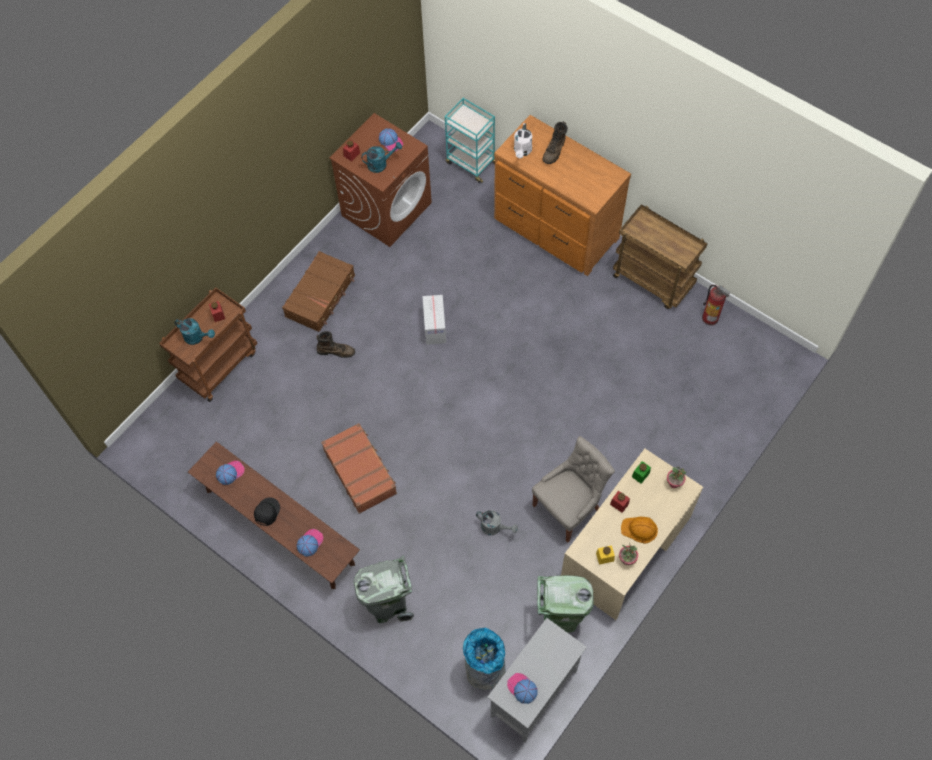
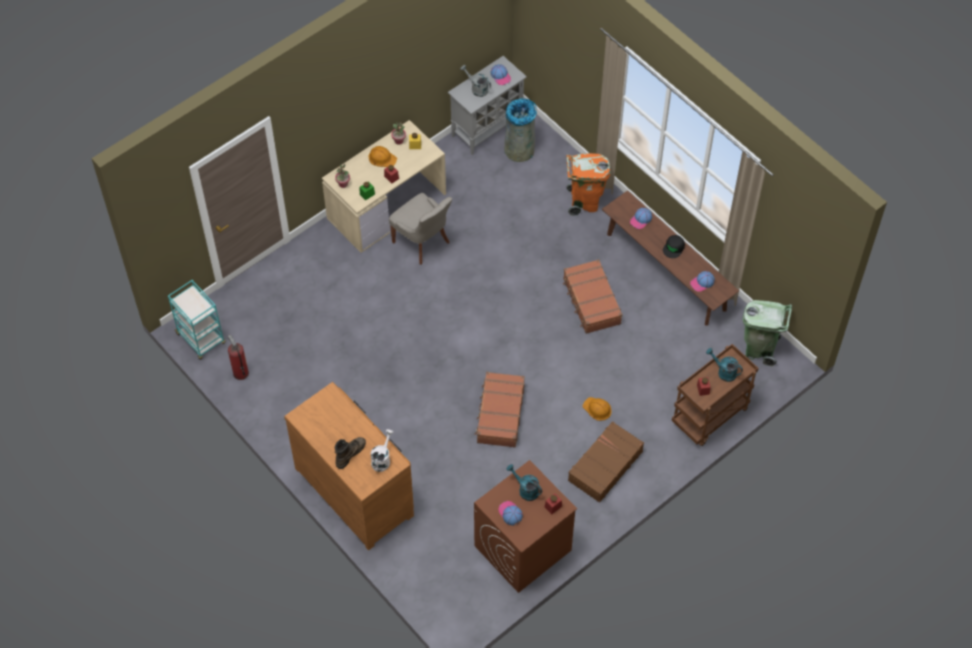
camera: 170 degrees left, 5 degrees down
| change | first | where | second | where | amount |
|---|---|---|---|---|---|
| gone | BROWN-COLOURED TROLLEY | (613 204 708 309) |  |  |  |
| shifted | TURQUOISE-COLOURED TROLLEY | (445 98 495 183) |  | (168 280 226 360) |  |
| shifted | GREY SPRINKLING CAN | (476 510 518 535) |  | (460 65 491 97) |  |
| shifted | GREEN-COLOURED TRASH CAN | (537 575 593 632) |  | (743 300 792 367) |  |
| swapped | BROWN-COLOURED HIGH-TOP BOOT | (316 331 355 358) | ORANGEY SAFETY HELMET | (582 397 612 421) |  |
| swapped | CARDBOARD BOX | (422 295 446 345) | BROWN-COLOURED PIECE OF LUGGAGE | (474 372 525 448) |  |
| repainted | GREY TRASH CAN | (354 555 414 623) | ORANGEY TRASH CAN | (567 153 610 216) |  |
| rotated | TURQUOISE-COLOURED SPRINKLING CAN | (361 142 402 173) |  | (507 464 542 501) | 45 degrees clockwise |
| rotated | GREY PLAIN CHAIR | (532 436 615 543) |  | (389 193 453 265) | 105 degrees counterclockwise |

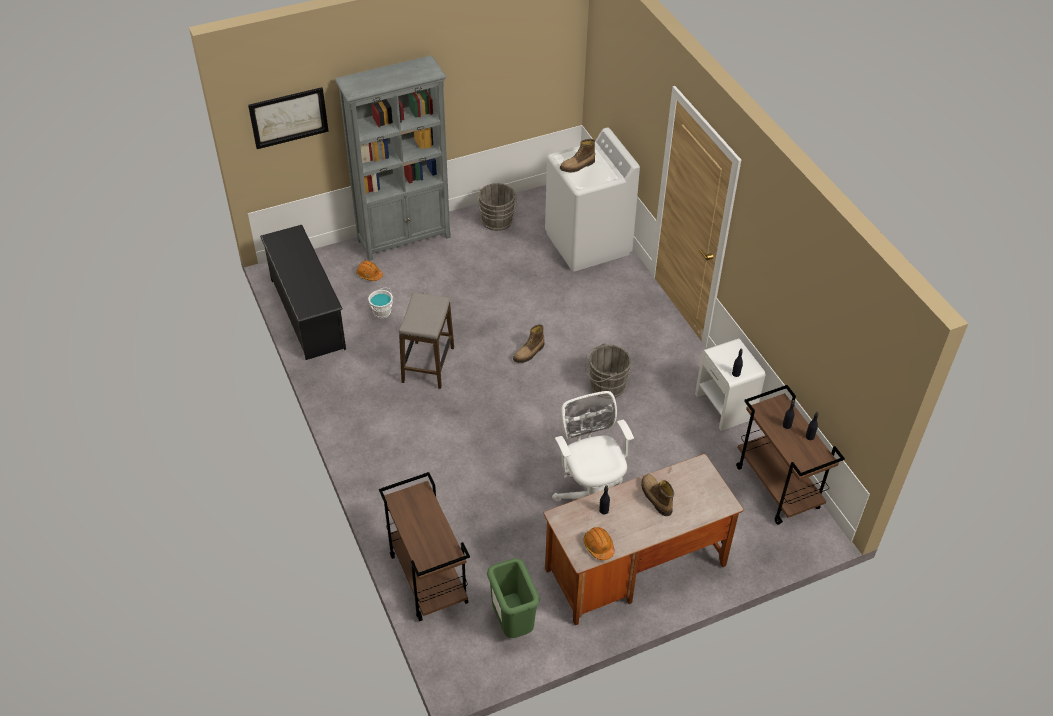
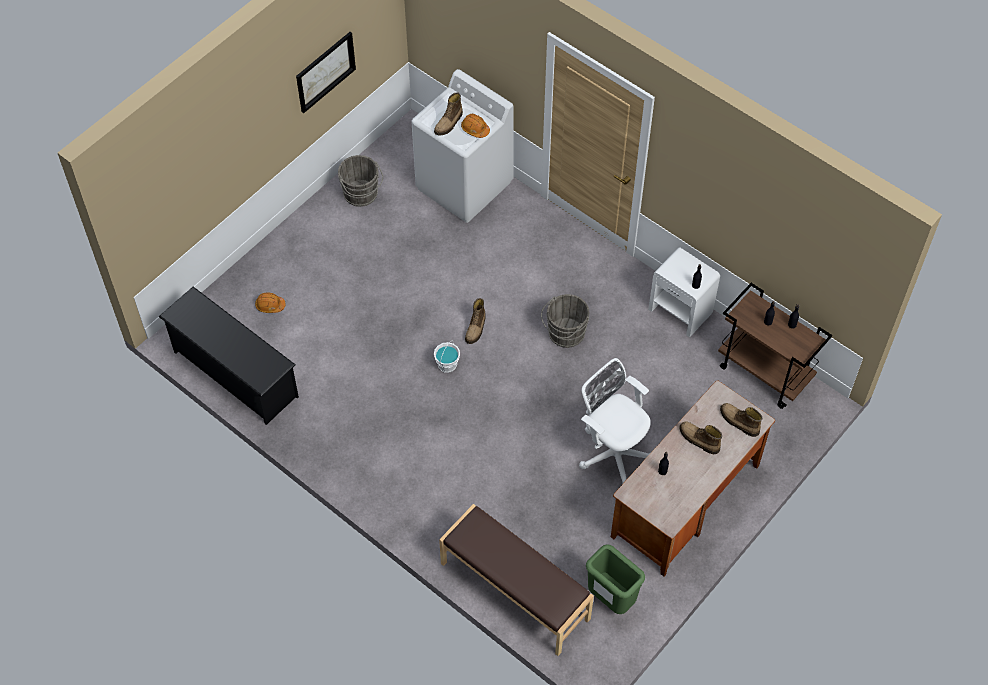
camera: 25 degrees left, 10 degrees up
| change | first | where | second | where | amount |
|---|---|---|---|---|---|
| gone | GREY BOOKSHELF | (335 55 451 261) |  |  |  |
| gone | SITTING STOOL | (399 293 454 389) |  |  |  |
| new |  |  | HIGH-TOP BOOT | (720 403 762 437) |  |
| shifted | PICTURE | (248 87 329 149) |  | (296 32 356 113) |  |
| shifted | WHITE-COLOURED WATER BUCKET | (368 288 393 318) |  | (434 340 460 373) |  |
| shifted | ORANGEY SAFETY HELMET | (583 527 615 560) |  | (461 114 490 138) |  |
| swapped | BROWN-COLOURED TROLLEY | (379 472 470 621) | BROWN-COLOURED INDOOR BENCH | (439 504 594 656) |  |

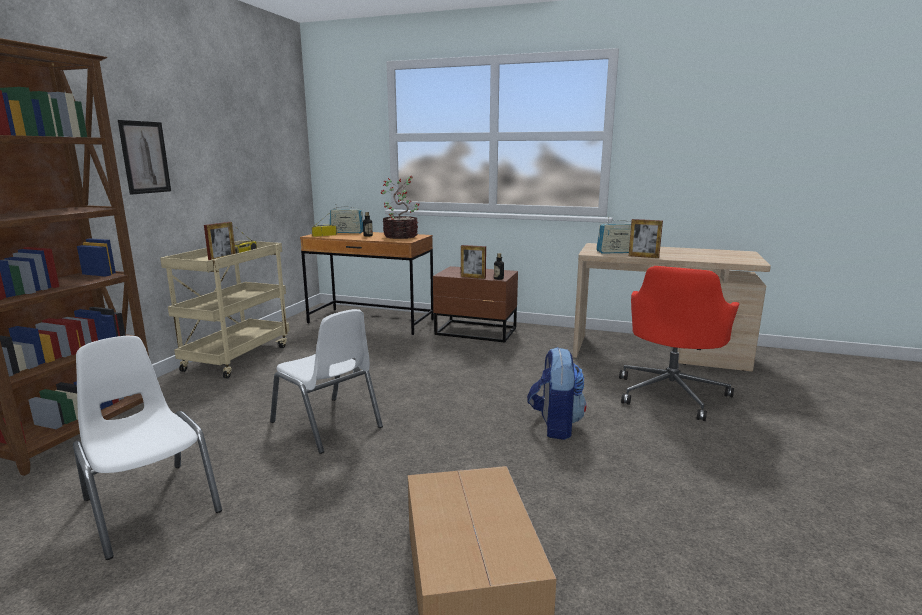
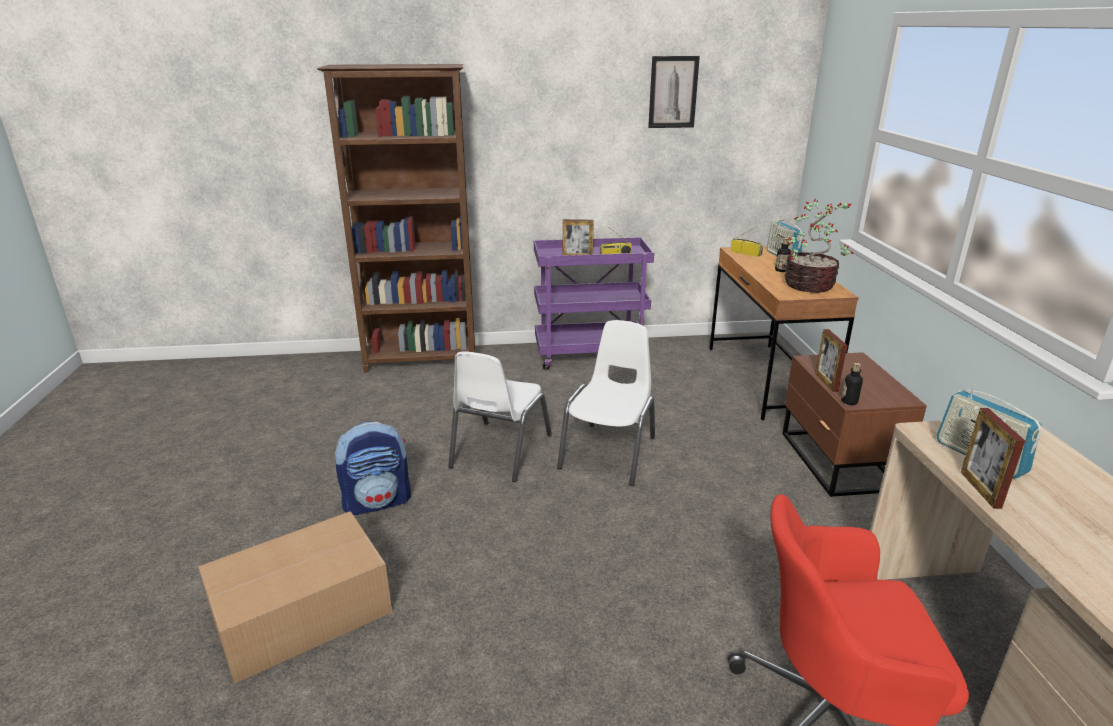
camera: 65 degrees right, 10 degrees up
| change | first | where | second | where | amount |
|---|---|---|---|---|---|
| shifted | WHITE-COLOURED PLAIN CHAIR | (73 336 222 560) |  | (557 320 655 486) |  |
| shifted | PICTURE | (118 120 171 195) |  | (648 56 700 128) |  |
| shifted | BACKPACK | (527 347 586 440) |  | (335 421 411 515) |  |
| repainted | BEIGE-COLOURED TROLLEY | (160 240 290 379) | PURPLISH TROLLEY | (534 237 654 370) |  |

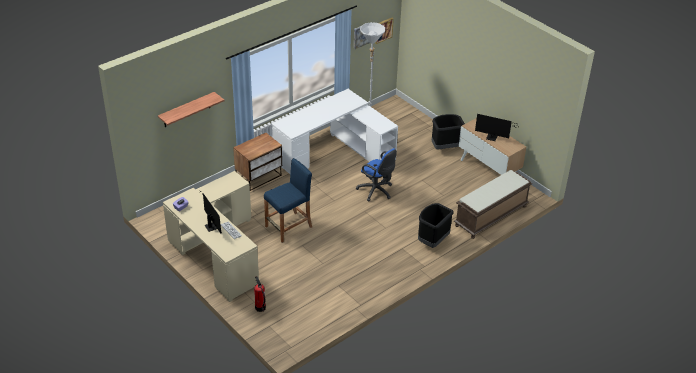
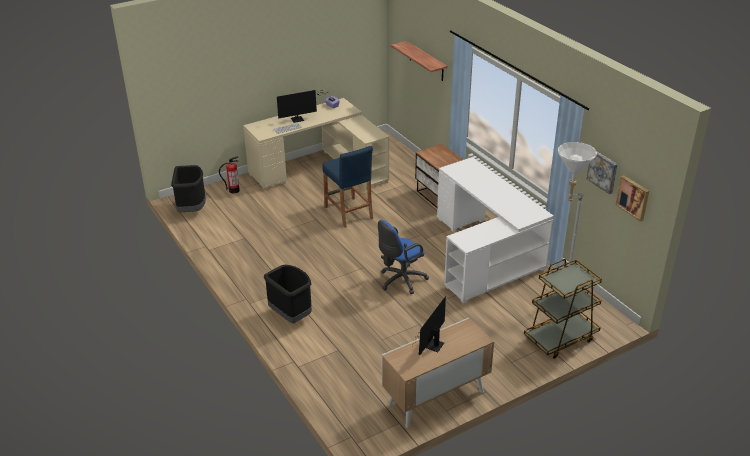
camera: 100 degrees right, 5 degrees down
| change | first | where | second | where | amount |
|---|---|---|---|---|---|
| gone | BROWN-COLOURED INDOOR BENCH | (454 170 532 239) |  |  |  |
| new |  |  | BROWN-COLOURED TROLLEY | (524 259 602 359) |  |
| shifted | BLACKISH TRASH CAN | (432 114 465 149) |  | (171 165 206 212) |  |

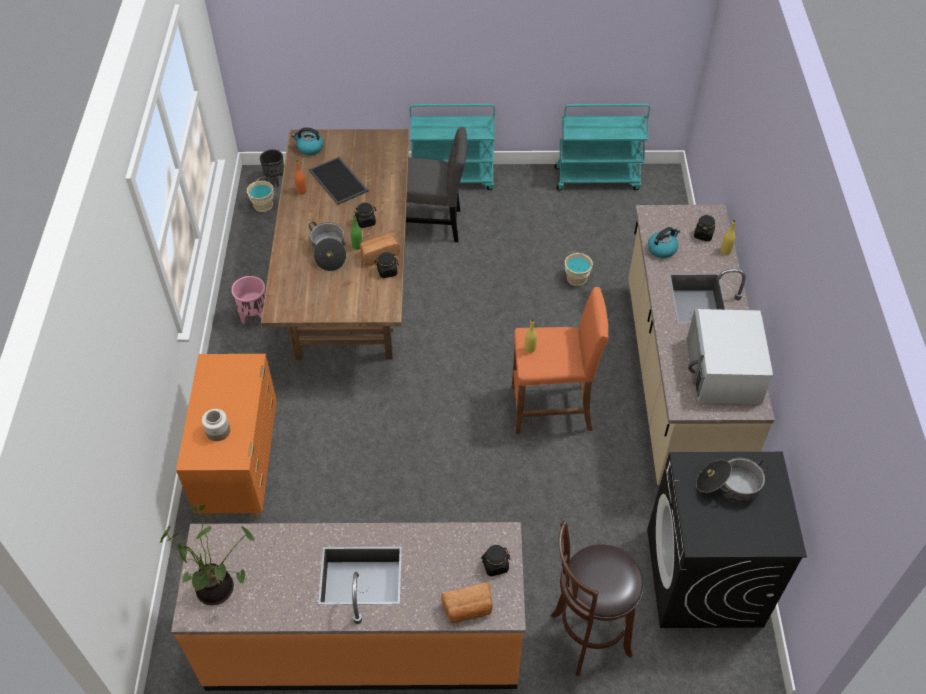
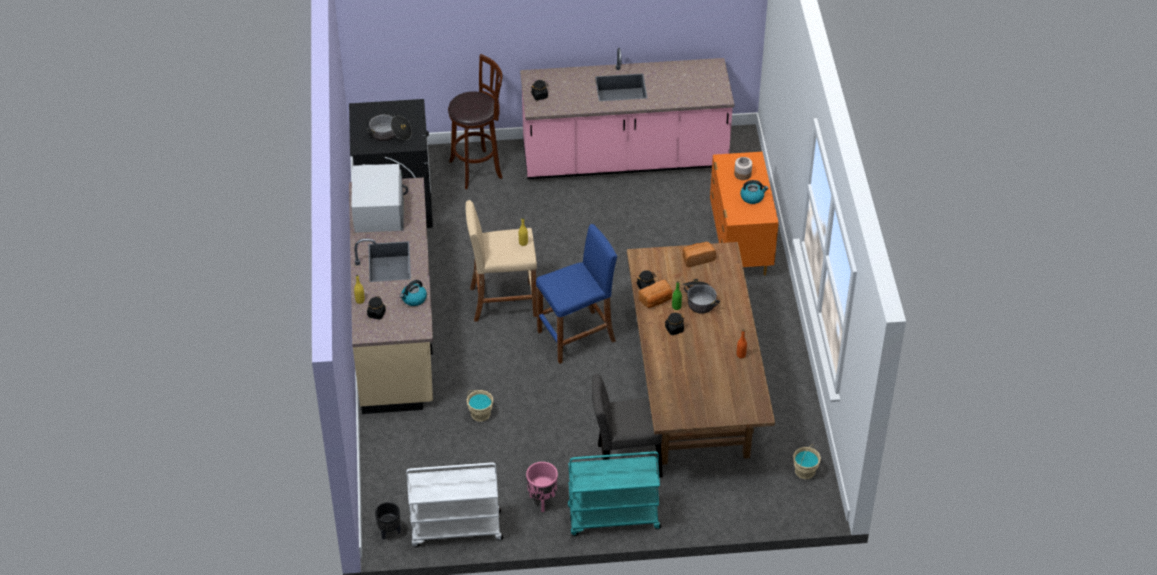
camera: 175 degrees right, 5 degrees down
| change | first | where | second | where | amount |
|---|---|---|---|---|---|
| gone | HOUSEPLANT | (160 505 255 605) |  |  |  |
| gone | SERVING TRAY | (309 157 368 205) |  |  |  |
| new |  |  | BLUISH SITTING STOOL | (536 224 617 364) |  |
| shifted | PINK PLANTER | (231 276 266 324) |  | (526 462 558 512) |  |
| shifted | BLACKISH PLANTER | (260 149 284 187) |  | (375 502 401 539) |  |
| shifted | TEA KETTLE | (292 127 323 155) |  | (740 180 768 204) |  |
| shifted | BAKERY BREAD | (441 582 493 623) |  | (683 242 716 267) |  |
| repainted | ORANGEY KITCHEN COUNTER | (171 522 526 691) | PINK KITCHEN COUNTER | (520 48 734 179) |  |
| repainted | ORANGEY SITTING STOOL | (512 287 608 434) | BEIGE-COLOURED SITTING STOOL | (466 200 537 322) |  |
| repainted | TURQUOISE-COLOURED TROLLEY | (555 104 650 190) | WHITE-COLOURED TROLLEY | (406 463 503 547) |  |

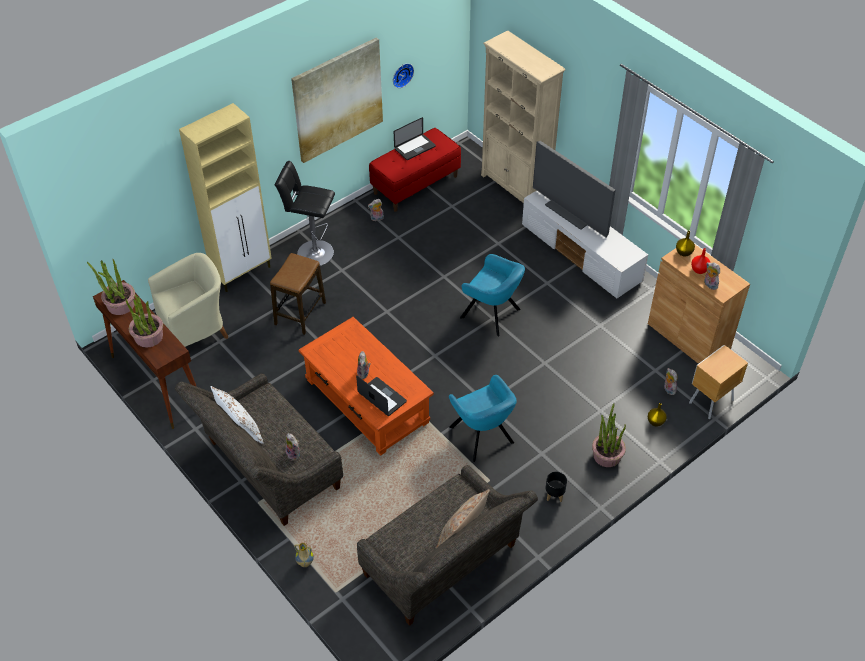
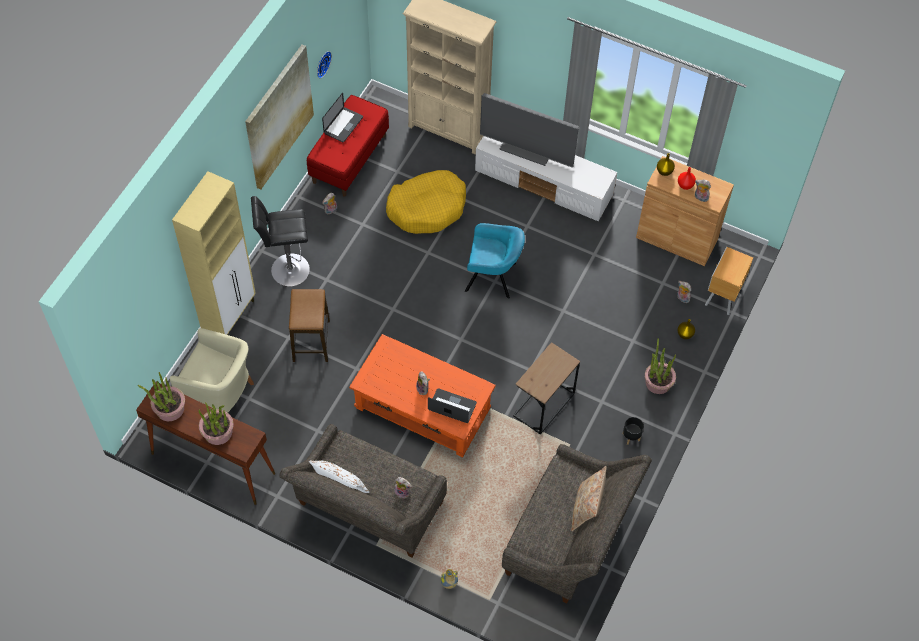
camera: 25 degrees left, 10 degrees up
| change | first | where | second | where | amount |
|---|---|---|---|---|---|
| new |  |  | YELLOW DOG BED | (386 170 466 234) |  |
| swapped | TURQUOISE-COLOURED LOUNGE CHAIR | (449 375 517 462) | BROWN-COLOURED ACCENT TABLE | (513 342 580 434) |  |
| rotated | BEIGE-COLOURED LOUNGE CHAIR | (148 253 228 347) |  | (170 328 254 413) | 75 degrees clockwise |

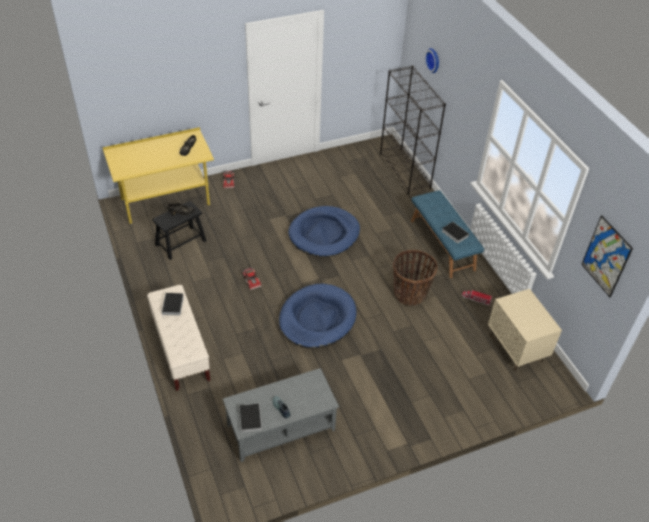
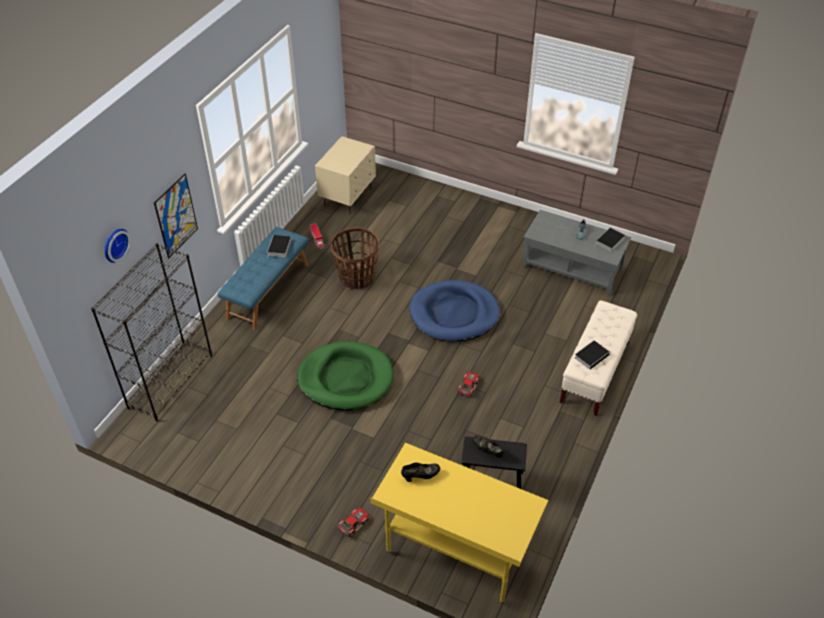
camera: 130 degrees left, 0 degrees up
| change | first | where | second | where | amount |
|---|---|---|---|---|---|
| shifted | PICTURE | (581 215 633 297) |  | (154 174 198 258) |  |
| repainted | BLUISH DOG BED | (288 206 360 257) | GREEN-COLOURED DOG BED | (297 341 394 410) |  |

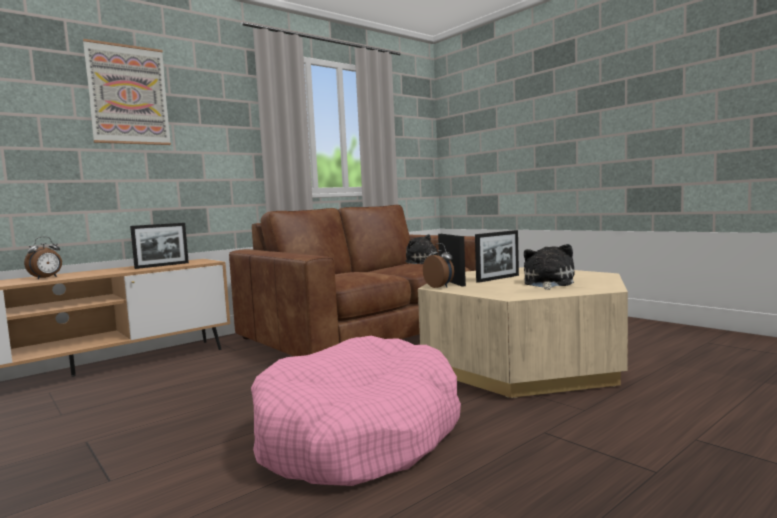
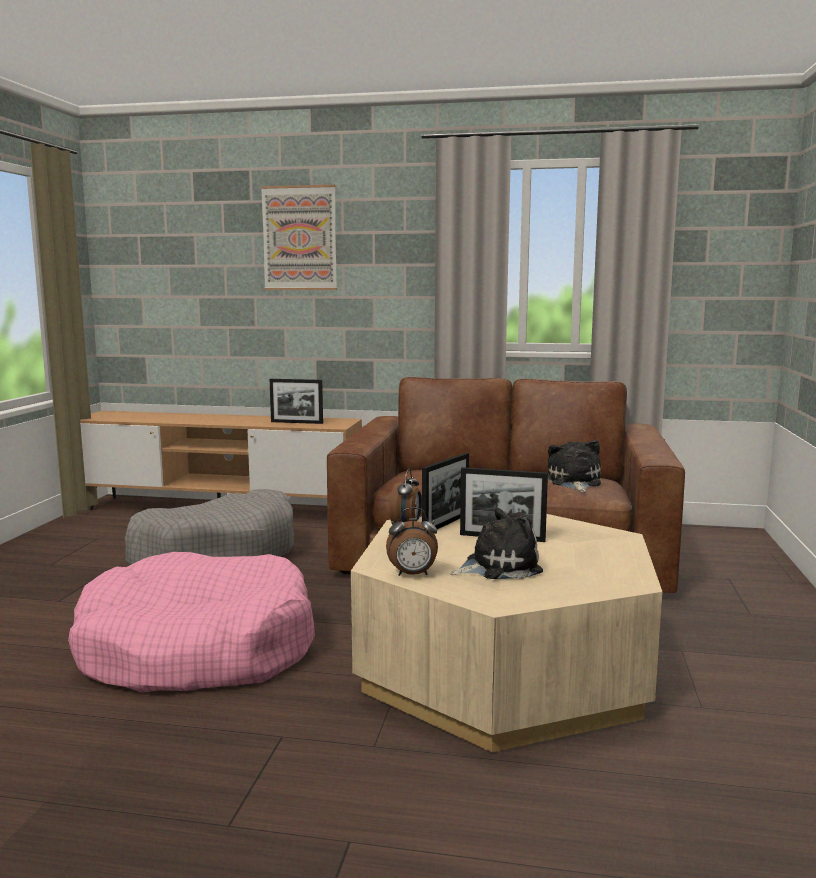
camera: 50 degrees right, 5 degrees up
| change | first | where | second | where | amount |
|---|---|---|---|---|---|
| new |  |  | GREY DOG BED | (125 489 294 566) |  |
| shifted | BEDSIDE CLOCK | (24 237 62 279) |  | (386 508 438 576) |  |

